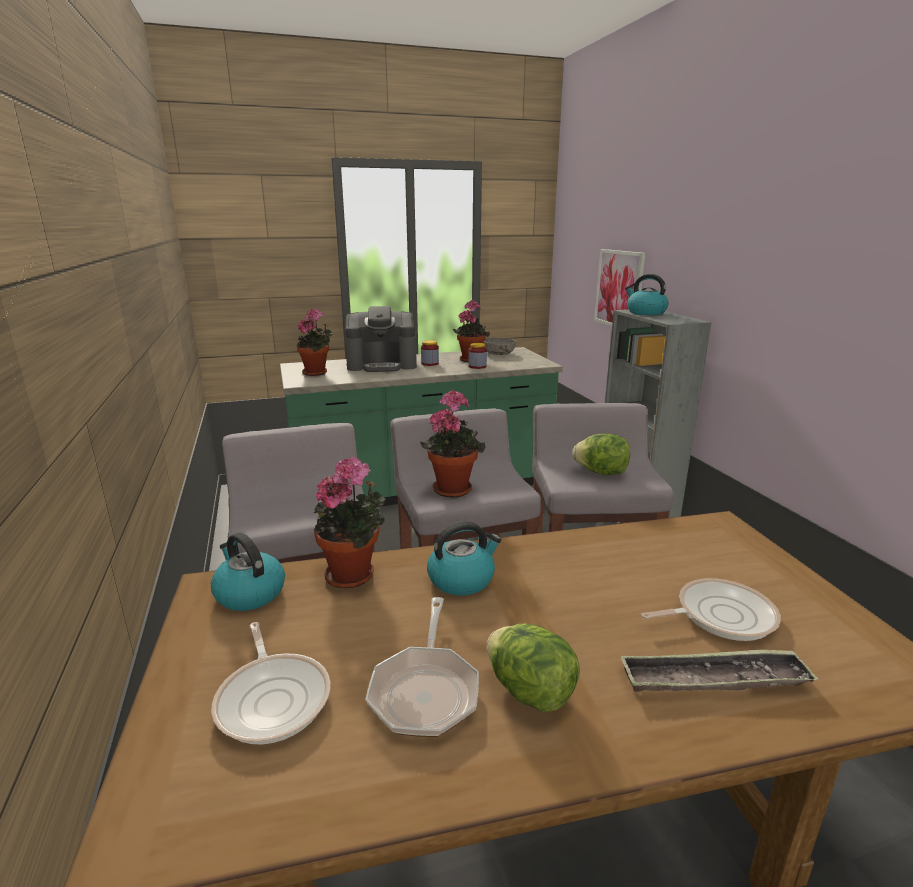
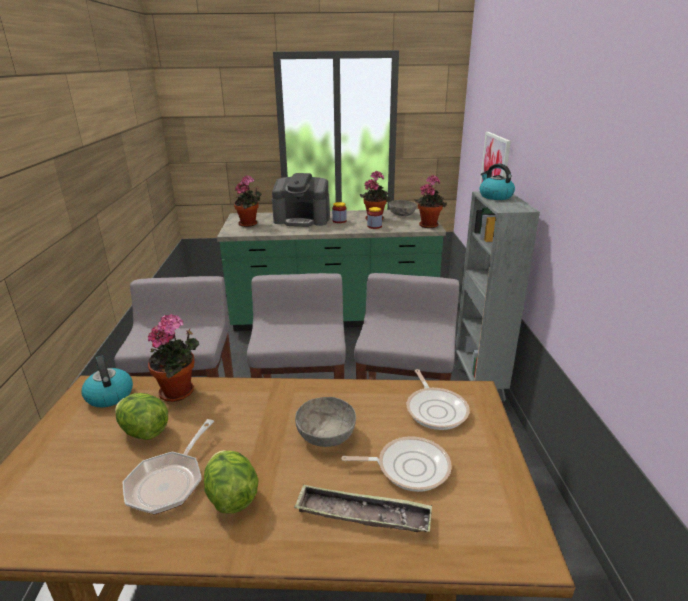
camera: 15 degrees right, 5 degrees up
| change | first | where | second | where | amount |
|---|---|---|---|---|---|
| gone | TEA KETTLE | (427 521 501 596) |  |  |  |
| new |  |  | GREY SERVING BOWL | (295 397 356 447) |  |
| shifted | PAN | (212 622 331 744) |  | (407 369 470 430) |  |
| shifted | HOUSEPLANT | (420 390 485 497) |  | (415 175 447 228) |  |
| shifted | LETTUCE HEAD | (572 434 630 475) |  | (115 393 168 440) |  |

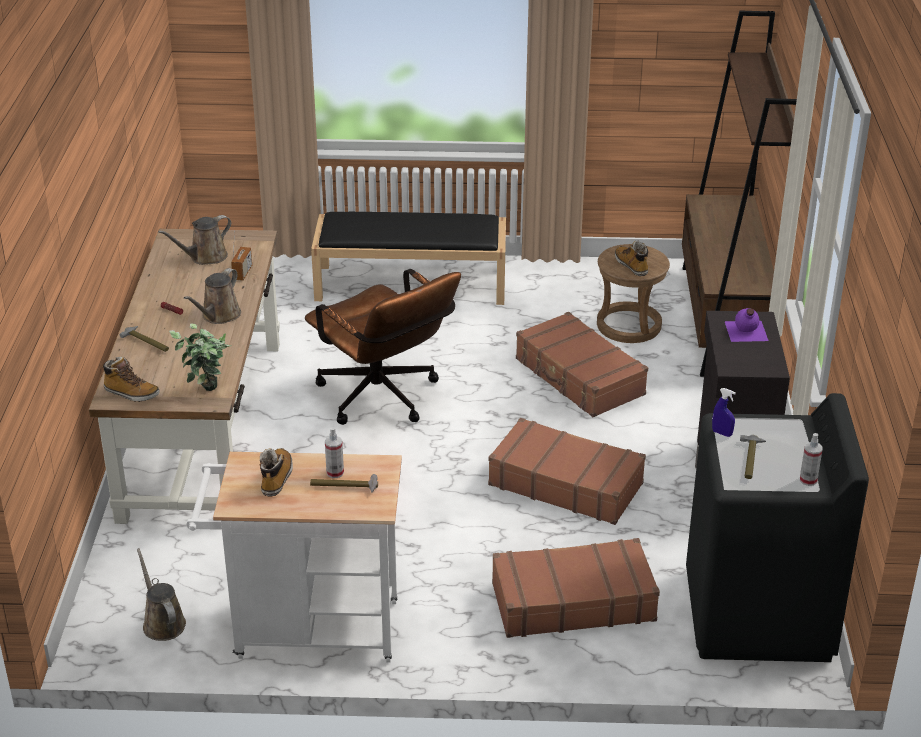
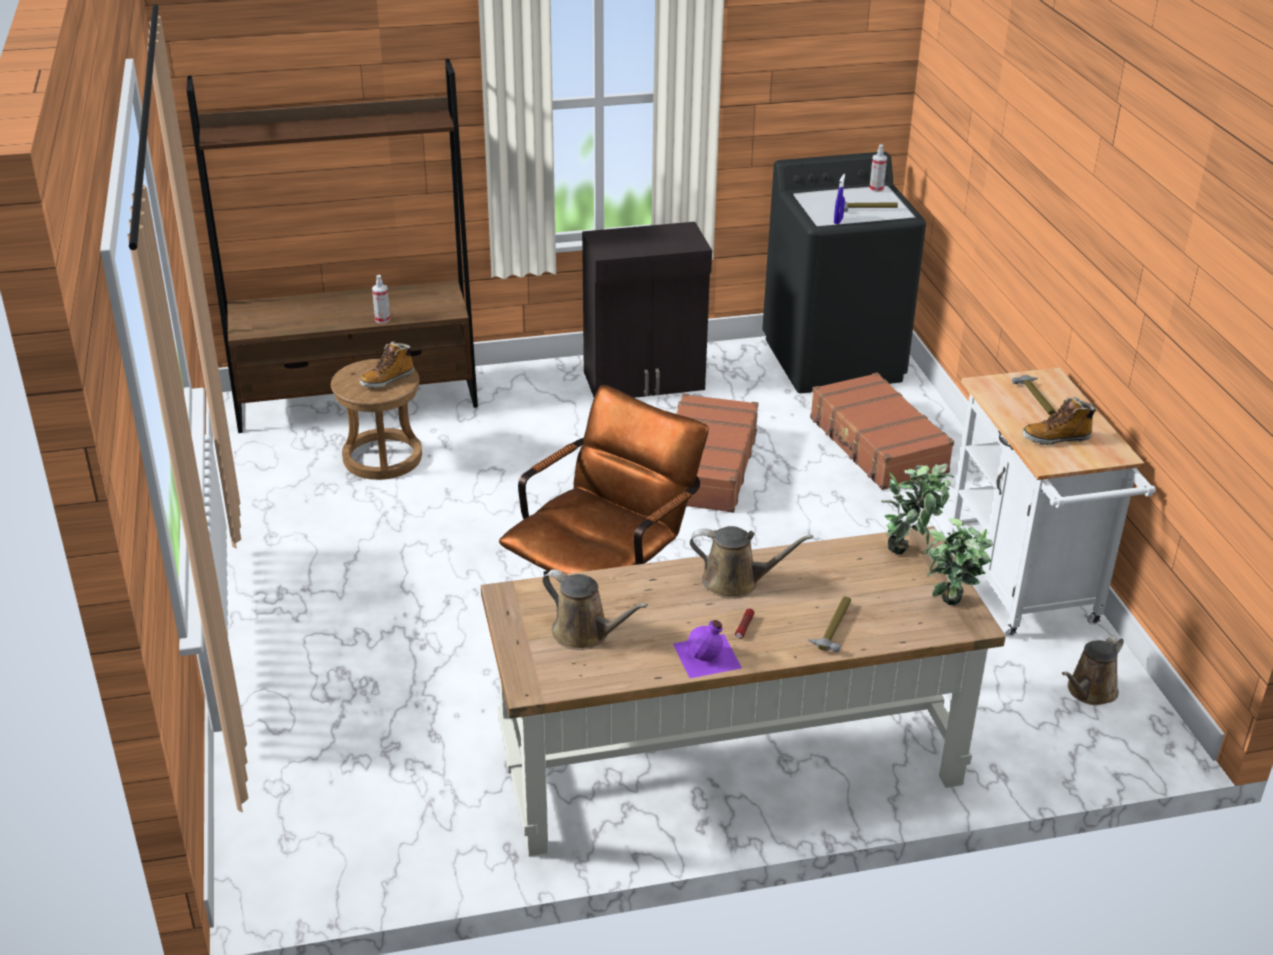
camera: 105 degrees left, 0 degrees up
| change | first | where | second | where | amount |
|---|---|---|---|---|---|
| gone | RADIO RECEIVER | (231 231 252 281) |  |  |  |
| gone | BLACKISH INDOOR BENCH | (311 212 506 305) |  |  |  |
| gone | BROWN-COLOURED PIECE OF LUGGAGE | (516 312 648 417) |  |  |  |
| shifted | SPRAYER | (325 427 344 478) |  | (372 275 390 323) |  |
| shifted | PURPLISH BEVERAGE BOTTLE | (725 308 769 342) |  | (673 620 742 678) |  |
| swapped | HIGH-TOP BOOT | (102 357 160 402) | HOUSEPLANT | (924 518 994 605) |  |

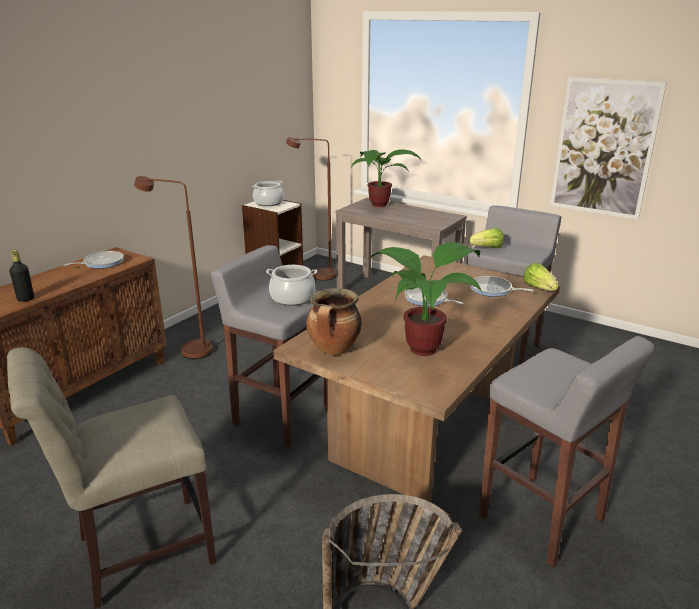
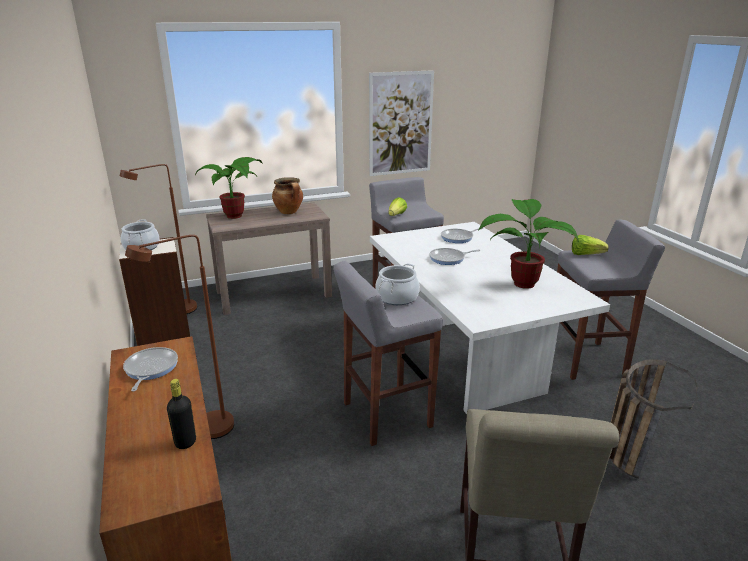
camera: 55 degrees left, 0 degrees up
| change | first | where | second | where | amount |
|---|---|---|---|---|---|
| shifted | STOCKPOT | (306 288 362 356) |  | (272 177 303 214) |  |
| shifted | LETTUCE HEAD | (523 263 558 291) |  | (572 235 609 255) |  |
| repainted | BROWN-COLOURED DINING TABLE | (273 255 560 502) | WHITE-COLOURED DINING TABLE | (370 222 610 414) |  |

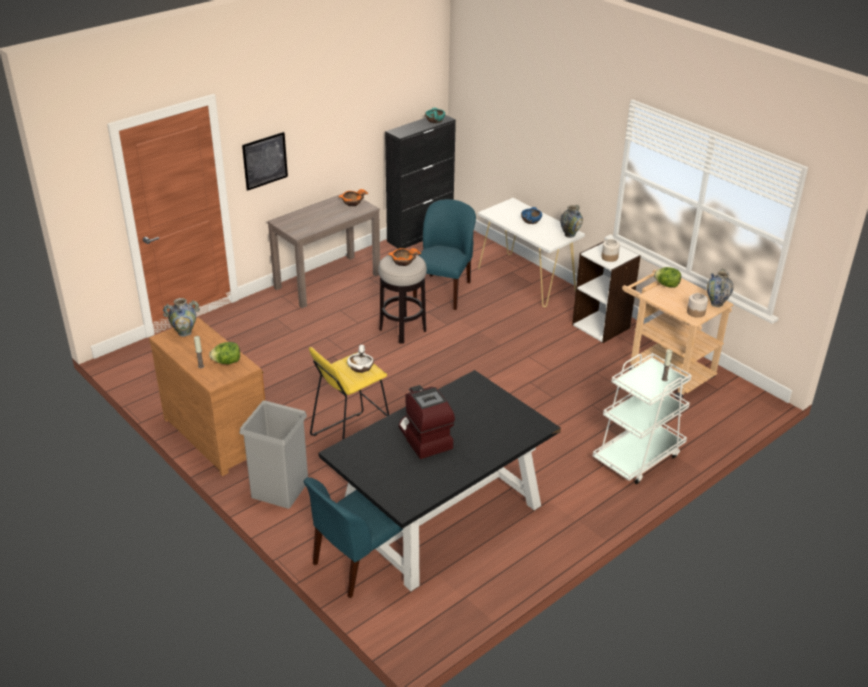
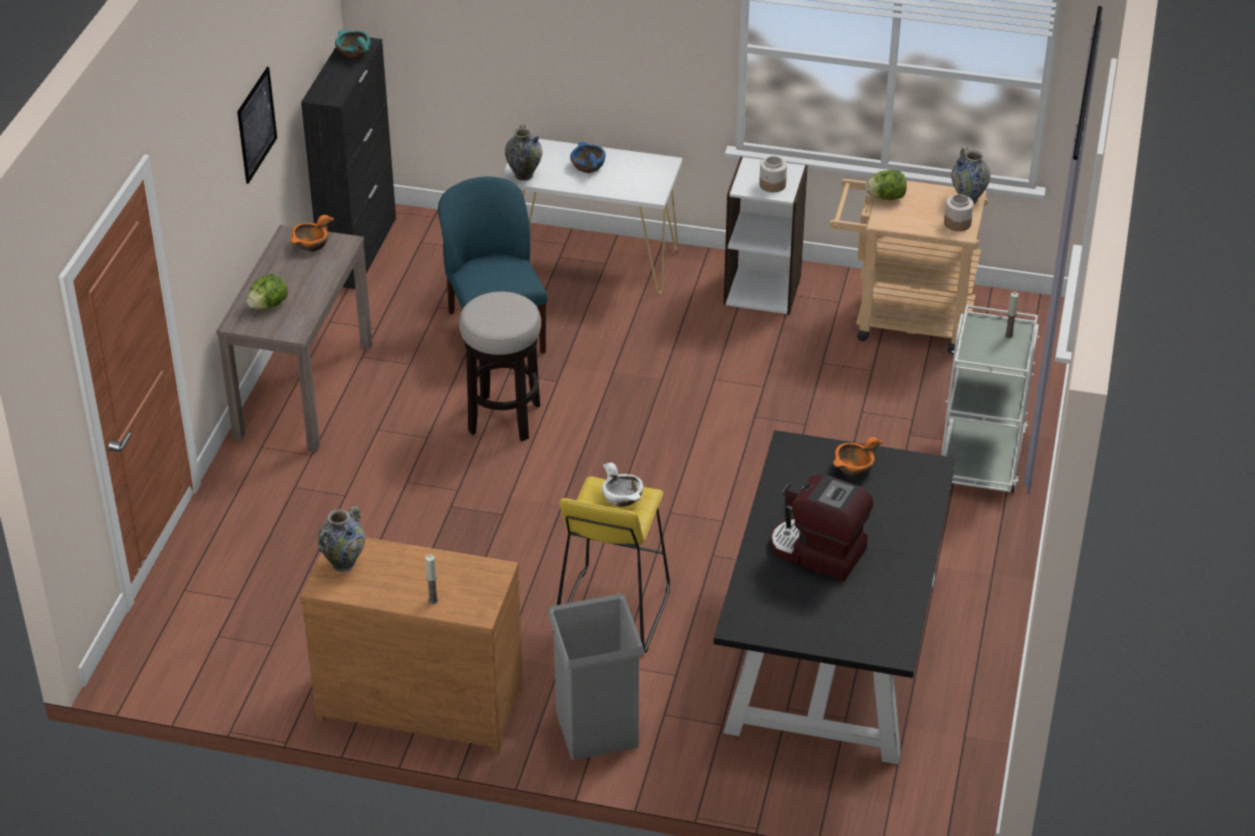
camera: 35 degrees left, 5 degrees up
| change | first | where | second | where | amount |
|---|---|---|---|---|---|
| gone | BLUISH PLAIN CHAIR | (304 477 403 598) |  |  |  |
| shifted | LETTUCE HEAD | (209 342 240 364) |  | (247 274 288 310) |  |
| shifted | PICTURE | (242 132 288 191) |  | (237 67 277 184) |  |
| shifted | ORANGEY SERVING BOWL | (388 248 421 266) |  | (833 437 883 477) |  |
| shifted | VASE | (560 205 583 238) |  | (505 124 542 180) |  |

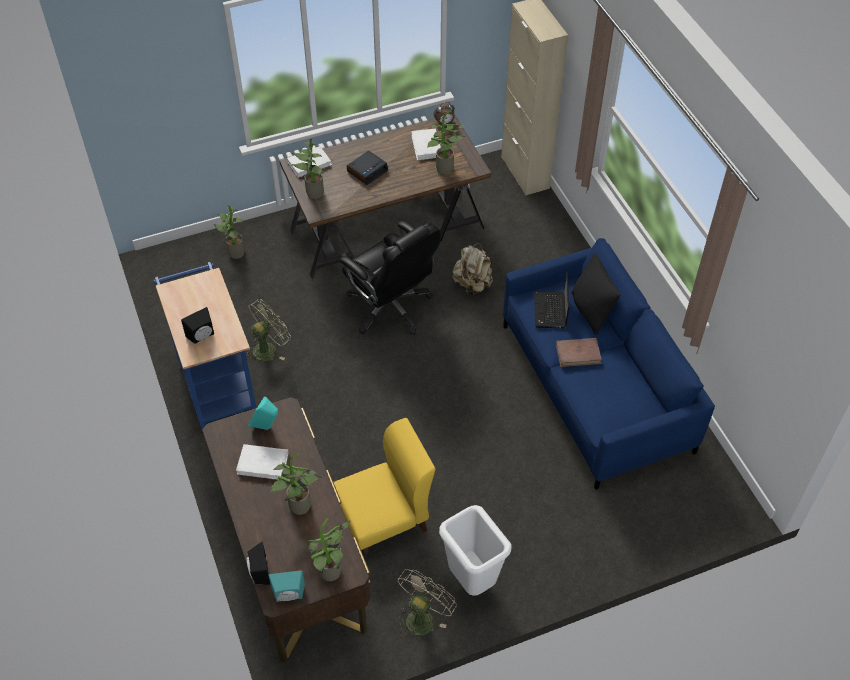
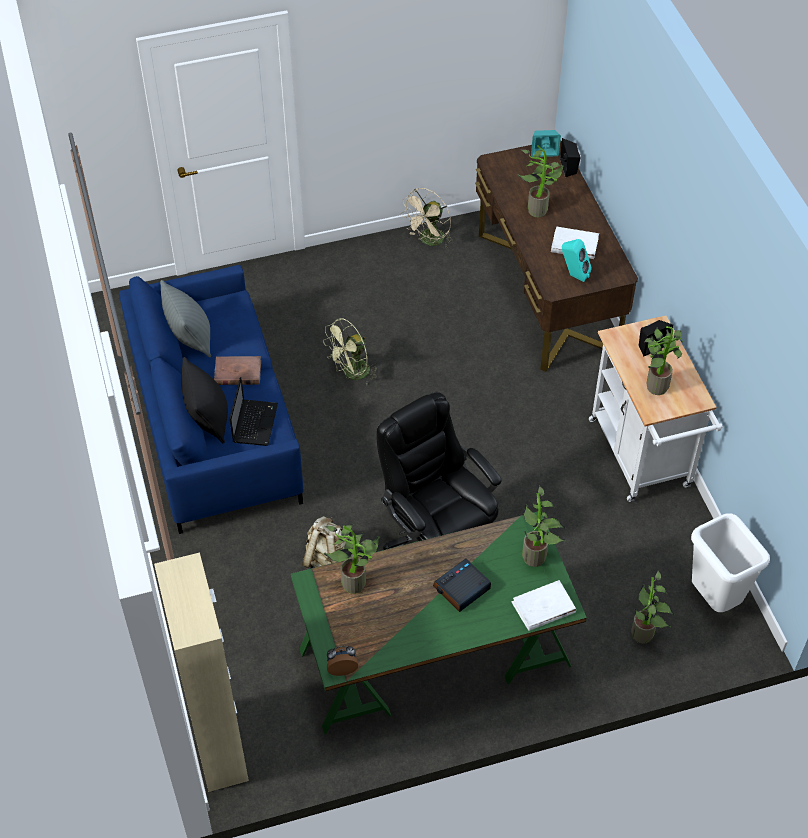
camera: 175 degrees left, 0 degrees up
| change | first | where | second | where | amount |
|---|---|---|---|---|---|
| gone | YELLOW PLAIN CHAIR | (334 418 436 557) |  |  |  |
| gone | WHITE-COLOURED VOLUME | (411 128 441 160) |  |  |  |
| new |  |  | GREY THROW PILLOW | (160 280 211 358) |  |
| shifted | GREEN-COLOURED ELECTRIC FAN | (246 299 291 361) |  | (323 318 379 384) |  |
| shifted | HOUSEPLANT | (308 518 350 581) |  | (645 326 683 395) |  |
| shifted | WHITE-COLOURED TRASH CAN | (439 505 511 596) |  | (691 513 770 612) |  |
| repainted | BLUISH TROLLEY | (153 262 256 430) | WHITE-COLOURED TROLLEY | (589 315 723 502) |  |
| repainted | BROWN-COLOURED DESK | (280 114 491 279) | GREEN-COLOURED DESK | (291 511 587 734) |  |

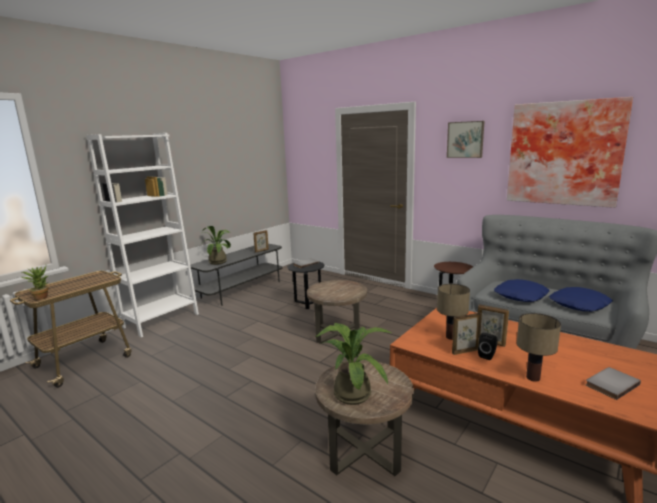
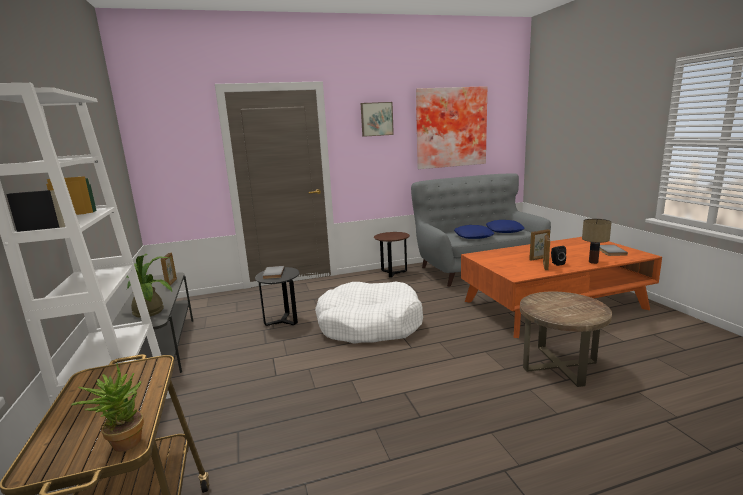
camera: 55 degrees left, 0 degrees up
| change | first | where | second | where | amount |
|---|---|---|---|---|---|
| gone | HOUSEPLANT | (315 323 392 405) |  |  |  |
| gone | TABLE LAMP | (437 284 470 340) |  |  |  |
| swapped | BROWN-COLOURED ACCENT TABLE | (307 280 367 344) | WHITE-COLOURED DOG BED | (315 282 423 344) |  |

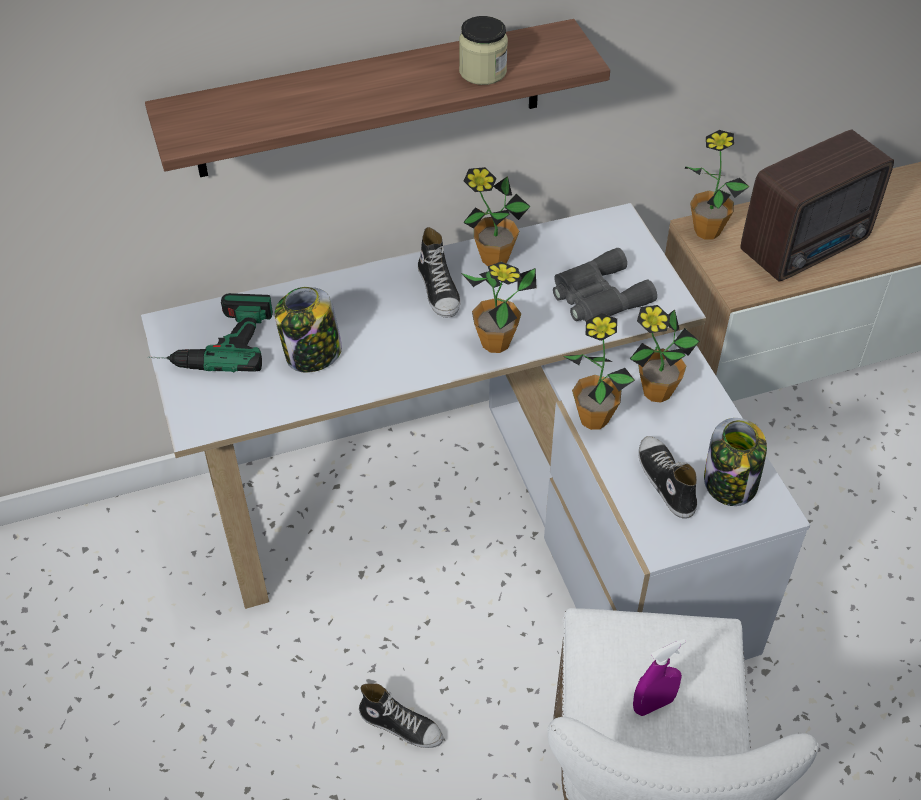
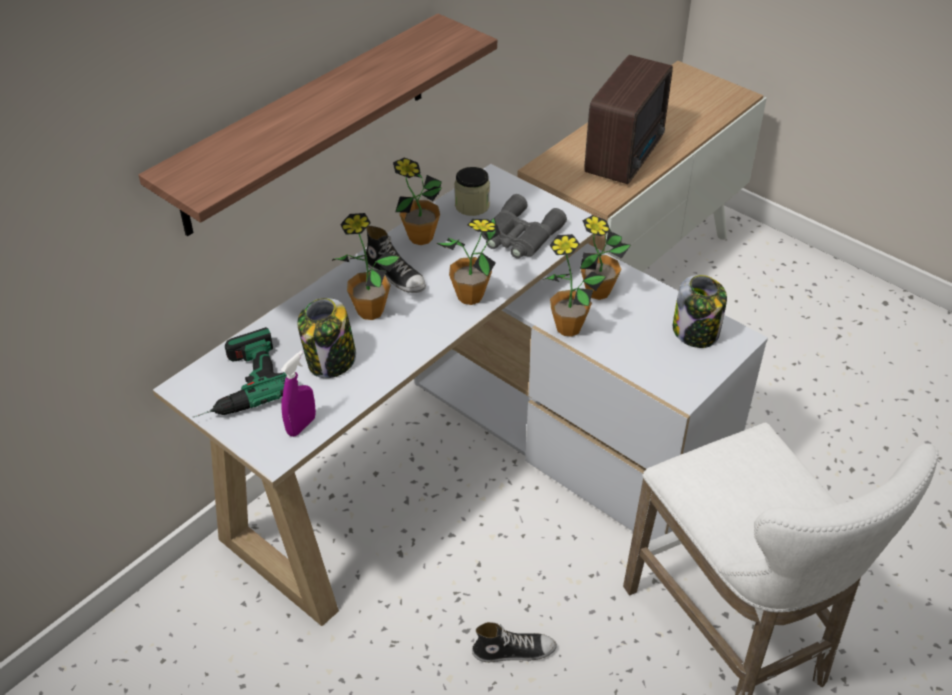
camera: 30 degrees left, 5 degrees down
| change | first | where | second | where | amount |
|---|---|---|---|---|---|
| gone | ITEM OF FOOTWEAR | (638 436 697 519) |  |  |  |
| shifted | STORAGE JAR | (459 16 508 85) |  | (455 167 490 216) |  |
| shifted | PURPLISH SPRAYER | (633 638 686 716) |  | (281 351 316 437) |  |
| shifted | HOUSEPLANT | (685 130 750 240) |  | (332 213 400 320) |  |

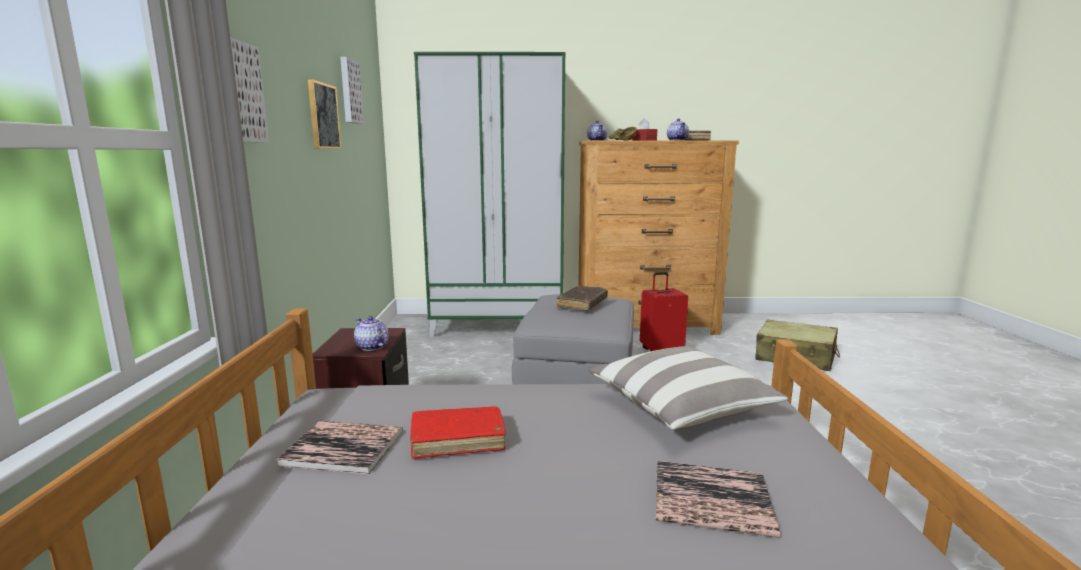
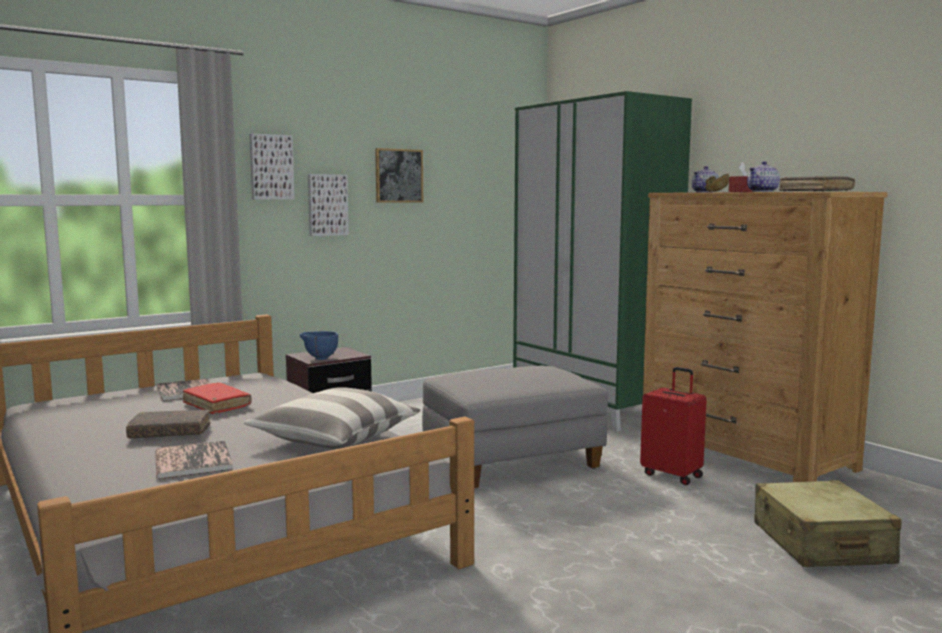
camera: 55 degrees right, 5 degrees down
| change | first | where | second | where | amount |
|---|---|---|---|---|---|
| shifted | PICTURE | (340 57 364 124) |  | (308 174 349 236) |  |
| shifted | BROWN-COLOURED VOLUME | (557 286 608 311) |  | (126 409 211 438) |  |
| swapped | TEA POT | (354 316 389 351) | BLUISH SERVING BOWL | (300 331 338 360) |  |

